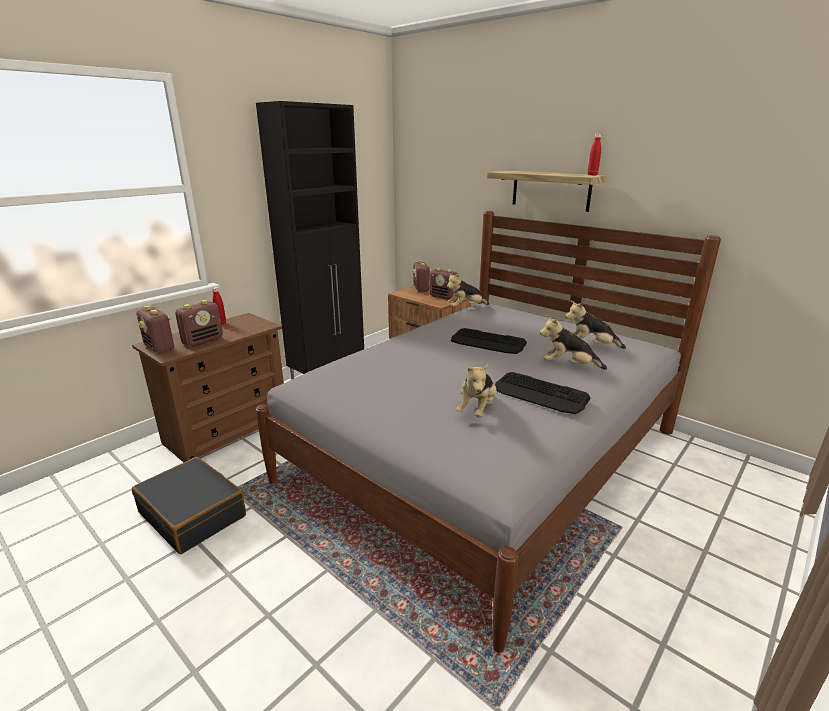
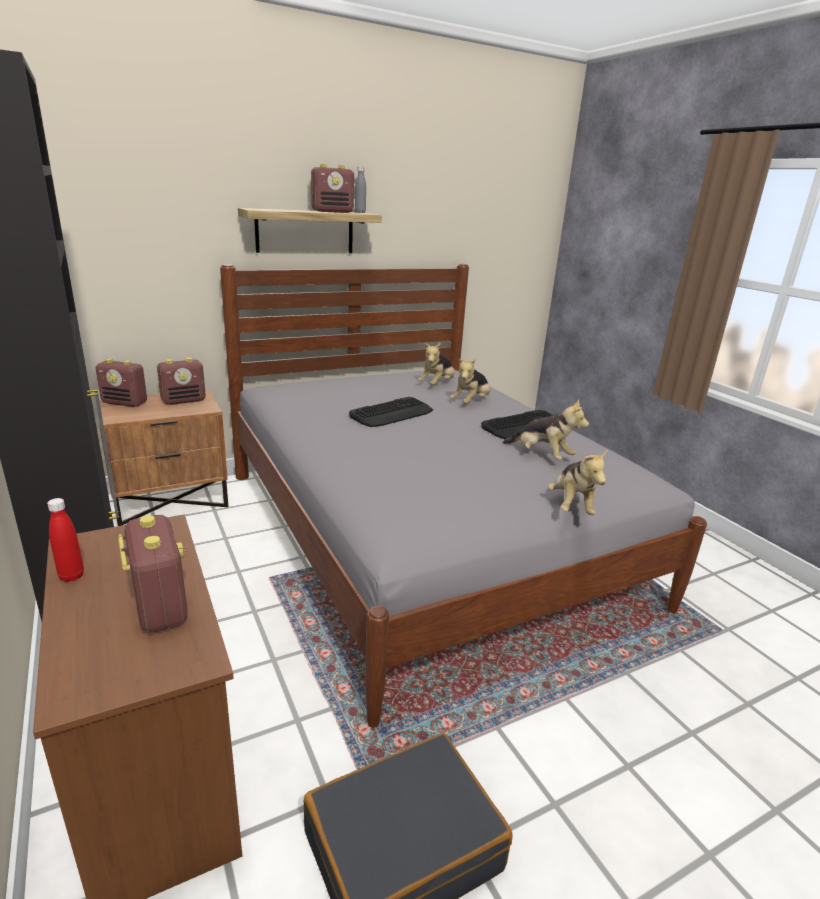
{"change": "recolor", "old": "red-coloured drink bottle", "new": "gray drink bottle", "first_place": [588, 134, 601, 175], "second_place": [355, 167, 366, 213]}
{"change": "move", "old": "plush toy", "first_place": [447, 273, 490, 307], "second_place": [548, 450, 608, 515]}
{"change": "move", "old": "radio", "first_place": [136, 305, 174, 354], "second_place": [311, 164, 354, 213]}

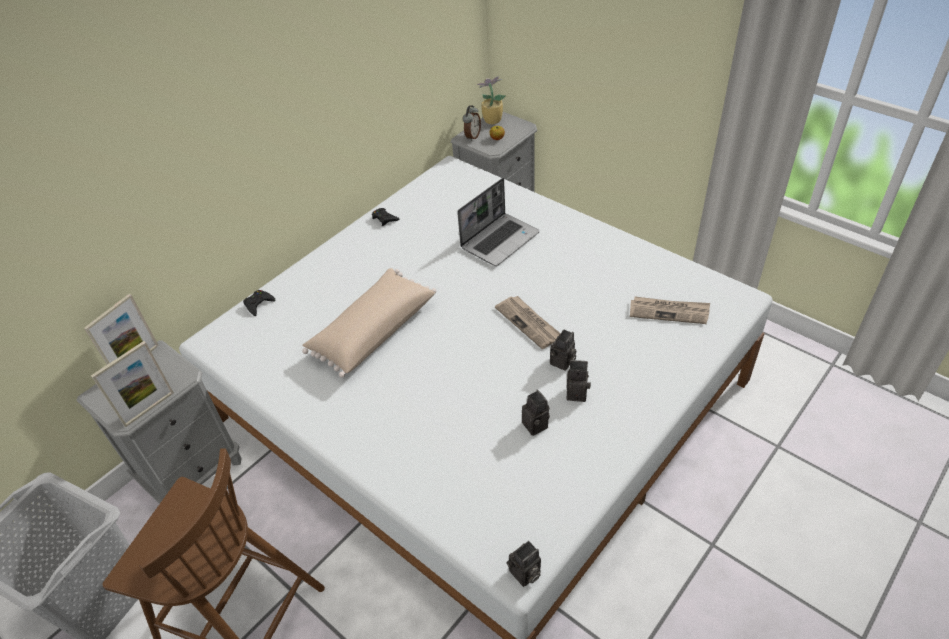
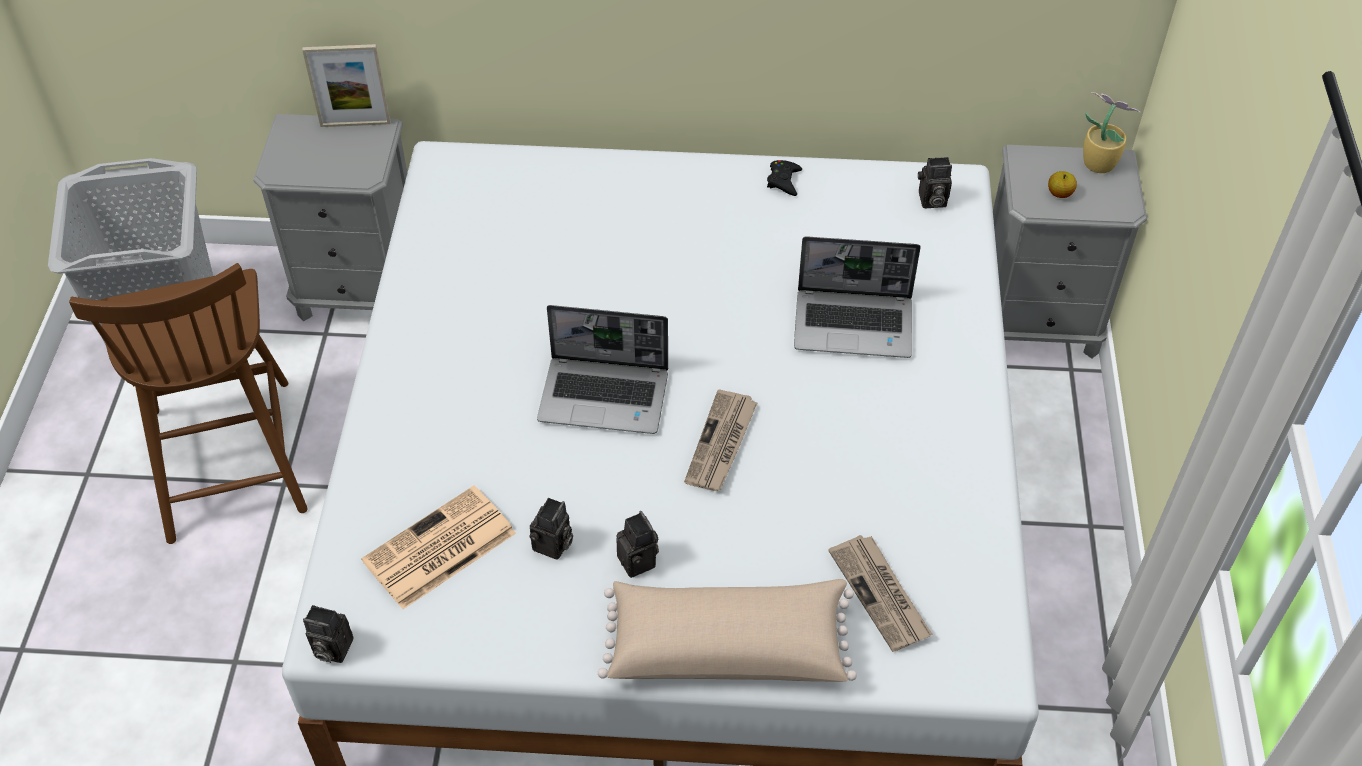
{"change": "delete", "old": "bedside clock", "first_place": [463, 105, 481, 142]}
{"change": "move", "old": "beige cushion", "first_place": [302, 268, 436, 378], "second_place": [598, 579, 857, 682]}
{"change": "delete", "old": "black-coloured gamepad", "first_place": [243, 290, 276, 316]}
{"change": "move", "old": "photo camera", "first_place": [550, 329, 576, 371], "second_place": [918, 157, 952, 208]}
{"change": "delete", "old": "photo frame", "first_place": [91, 341, 174, 427]}
{"change": "insert", "new": "laptop", "second_place": [537, 305, 668, 434]}
{"change": "insert", "new": "daily paper", "second_place": [361, 486, 516, 609]}

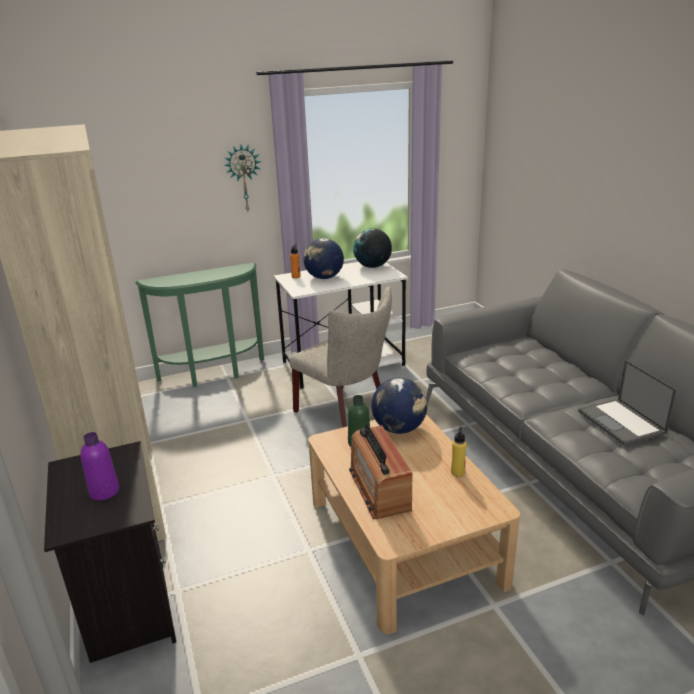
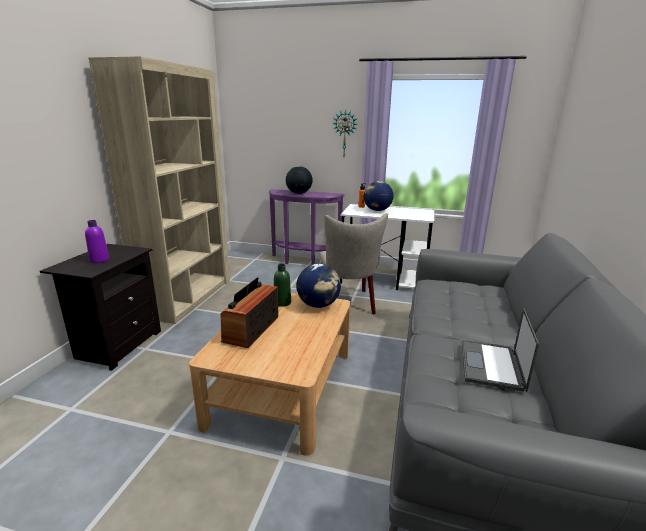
{"change": "move", "old": "globe", "first_place": [353, 228, 392, 268], "second_place": [286, 166, 313, 194]}
{"change": "recolor", "old": "green-coloured console table", "new": "purple console table", "first_place": [135, 262, 264, 387], "second_place": [269, 189, 345, 265]}
{"change": "delete", "old": "yellow-coloured drink bottle", "first_place": [451, 427, 467, 477]}

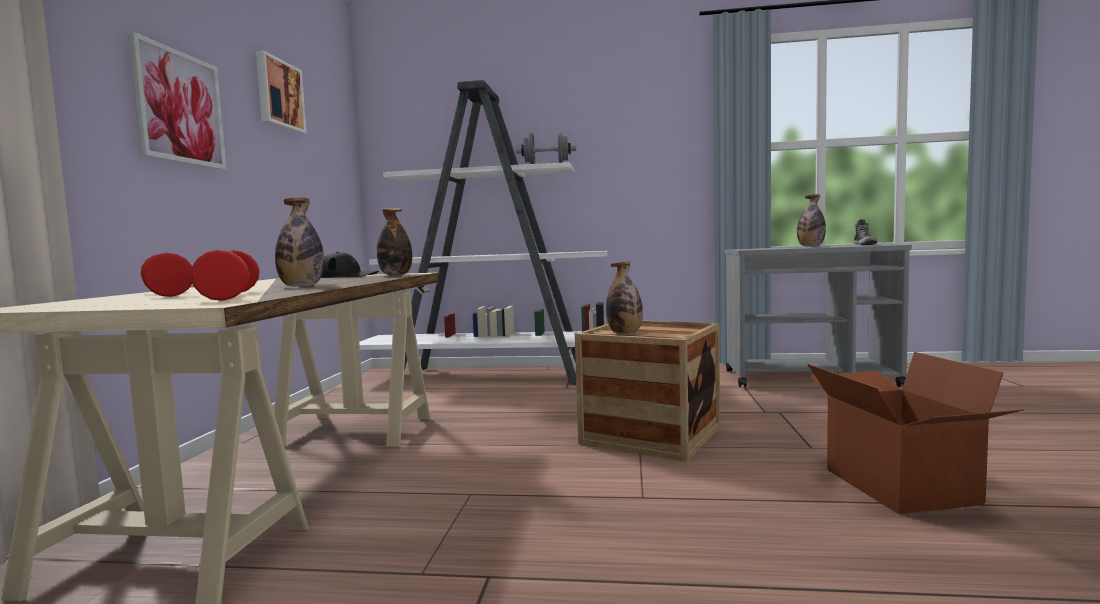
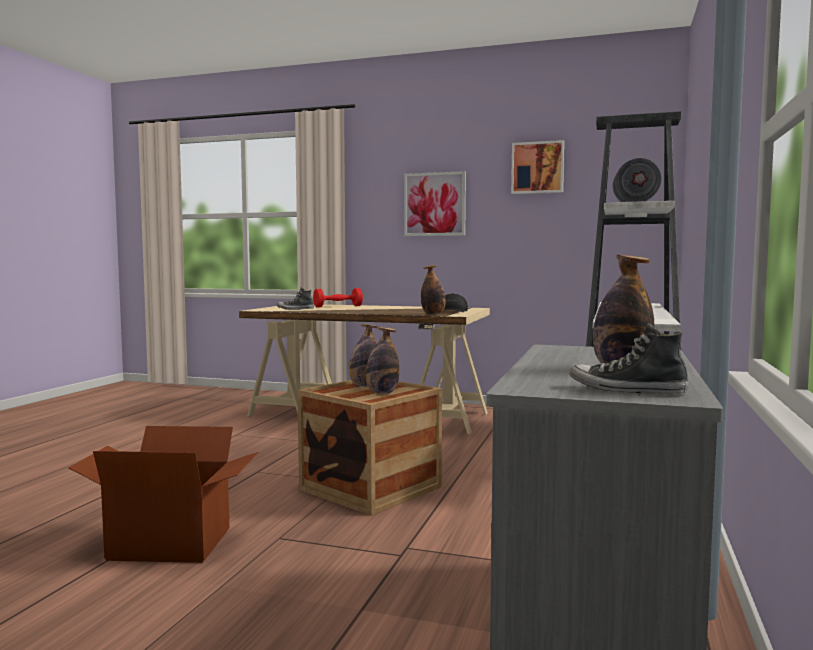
{"change": "move", "old": "drink bottle", "first_place": [275, 197, 324, 287], "second_place": [366, 327, 399, 394]}
{"change": "replace", "old": "red-coloured dumbbell", "new": "item of footwear", "first_place": [191, 250, 260, 301], "second_place": [277, 287, 314, 310]}

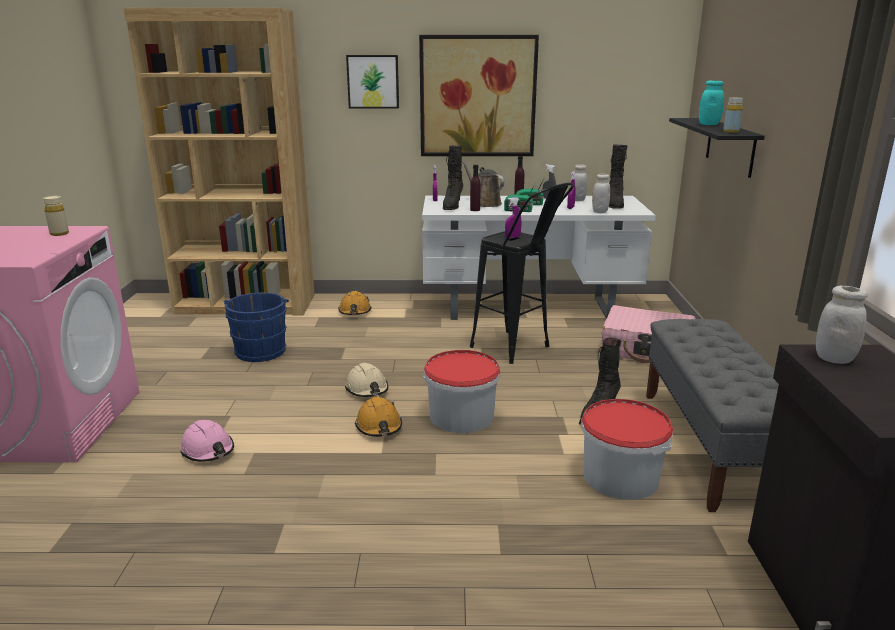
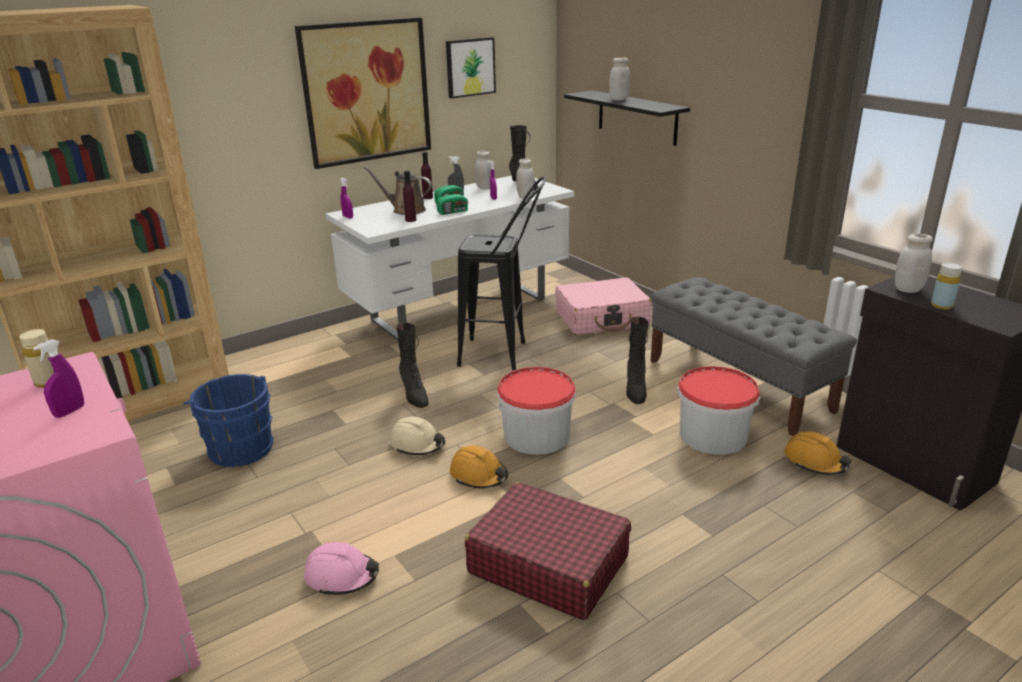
{"change": "move", "old": "wall art", "first_place": [346, 55, 399, 108], "second_place": [446, 37, 496, 98]}
{"change": "recolor", "old": "blue-green preserve jar", "new": "whitish preserve jar", "first_place": [699, 80, 724, 125], "second_place": [609, 58, 630, 100]}
{"change": "move", "old": "yellow-coloured drink bottle", "first_place": [723, 97, 743, 133], "second_place": [931, 262, 962, 310]}
{"change": "move", "old": "black-coloured high-top boot", "first_place": [443, 145, 463, 210], "second_place": [396, 322, 429, 408]}
{"change": "move", "old": "purple sprayer", "first_place": [505, 197, 521, 238], "second_place": [33, 339, 84, 418]}
{"change": "move", "old": "orangey work helmet", "first_place": [338, 291, 371, 315], "second_place": [784, 431, 851, 475]}
{"change": "insert", "new": "red-coloured piece of luggage", "second_place": [465, 482, 631, 620]}

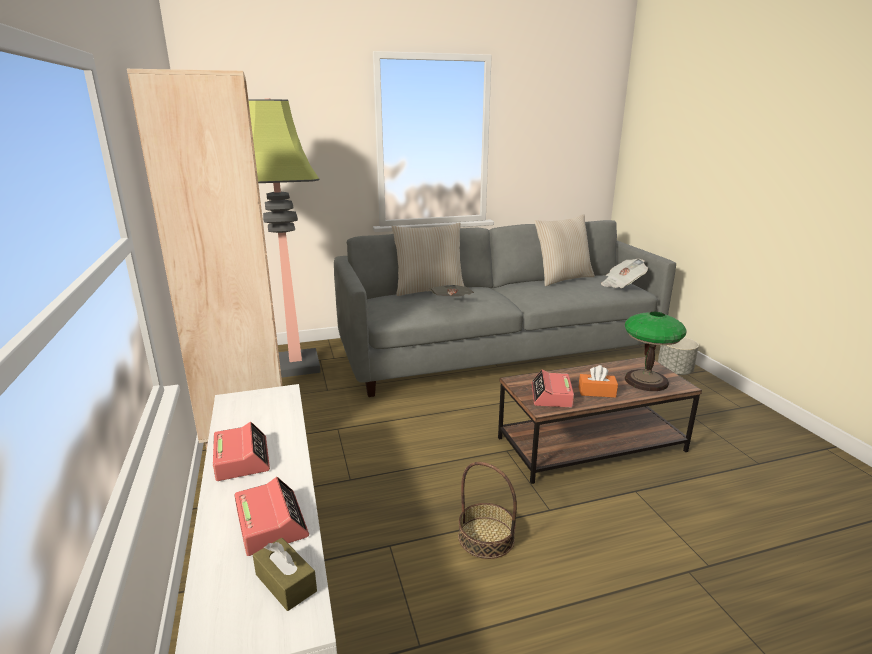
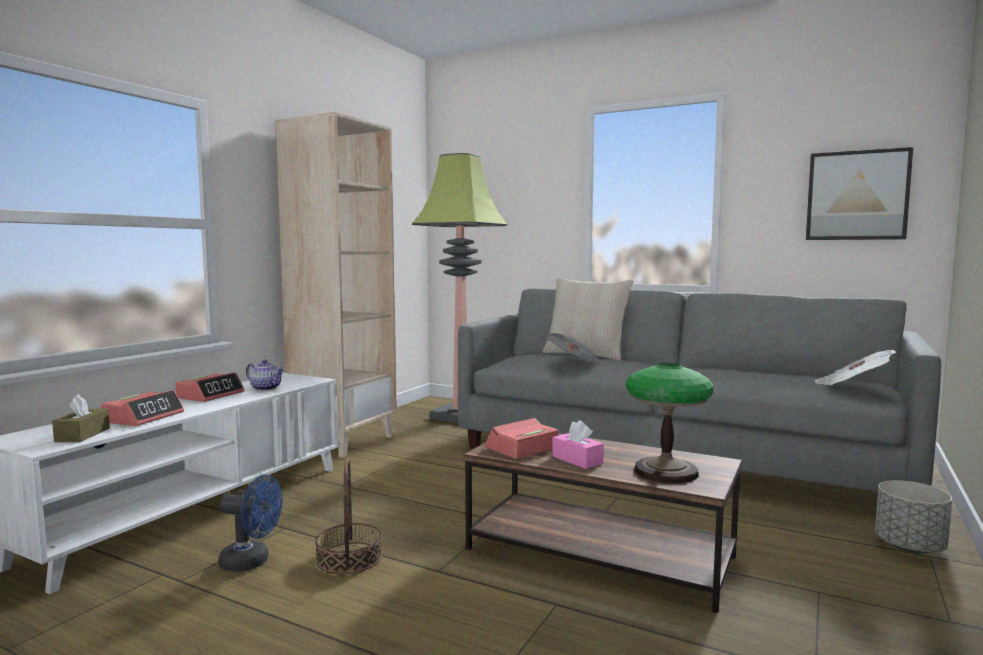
{"change": "delete", "old": "beige cushion", "first_place": [534, 214, 595, 286]}
{"change": "recolor", "old": "orangey tissue holder", "new": "pink-coloured tissue holder", "first_place": [579, 365, 618, 398], "second_place": [552, 420, 604, 469]}
{"change": "insert", "new": "wall art", "second_place": [806, 147, 913, 240]}
{"change": "insert", "new": "teapot", "second_place": [246, 360, 284, 391]}
{"change": "insert", "new": "blue-coloured electric fan", "second_place": [218, 475, 282, 572]}

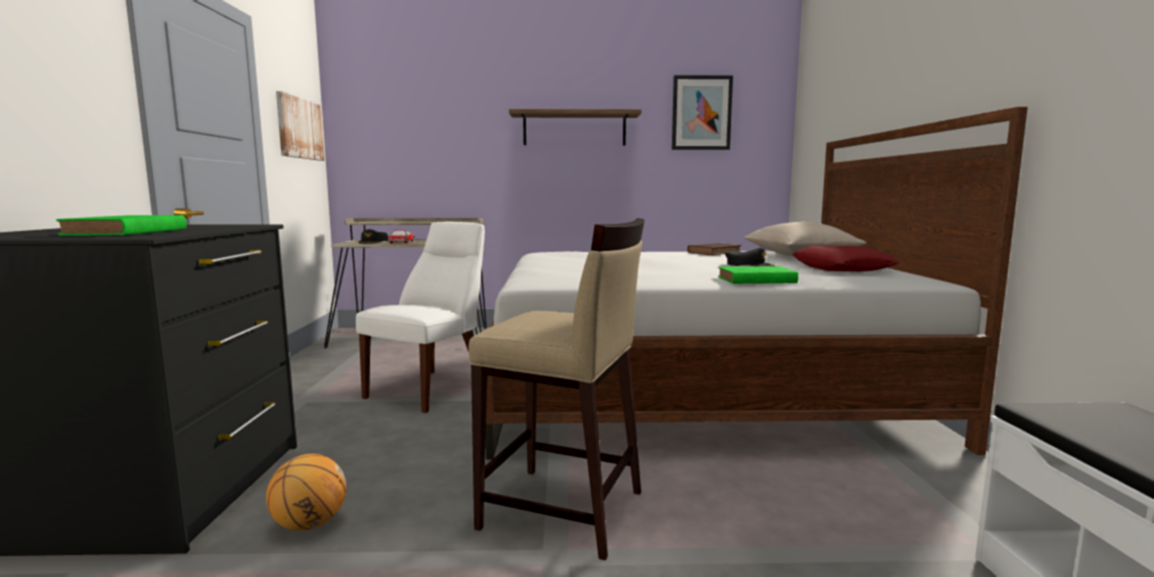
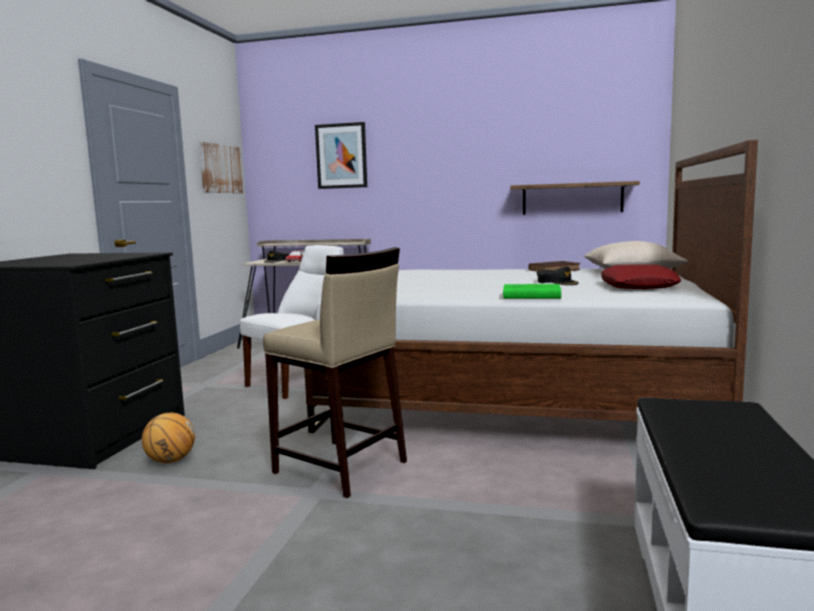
{"change": "move", "old": "wall art", "first_place": [672, 75, 733, 150], "second_place": [315, 122, 367, 189]}
{"change": "move", "old": "wall shelf", "first_place": [509, 109, 642, 146], "second_place": [510, 181, 640, 215]}
{"change": "delete", "old": "green-coloured bound book", "first_place": [56, 215, 187, 236]}

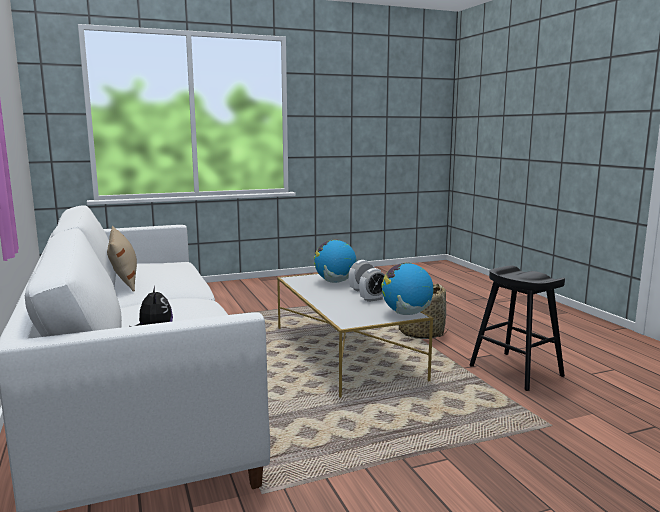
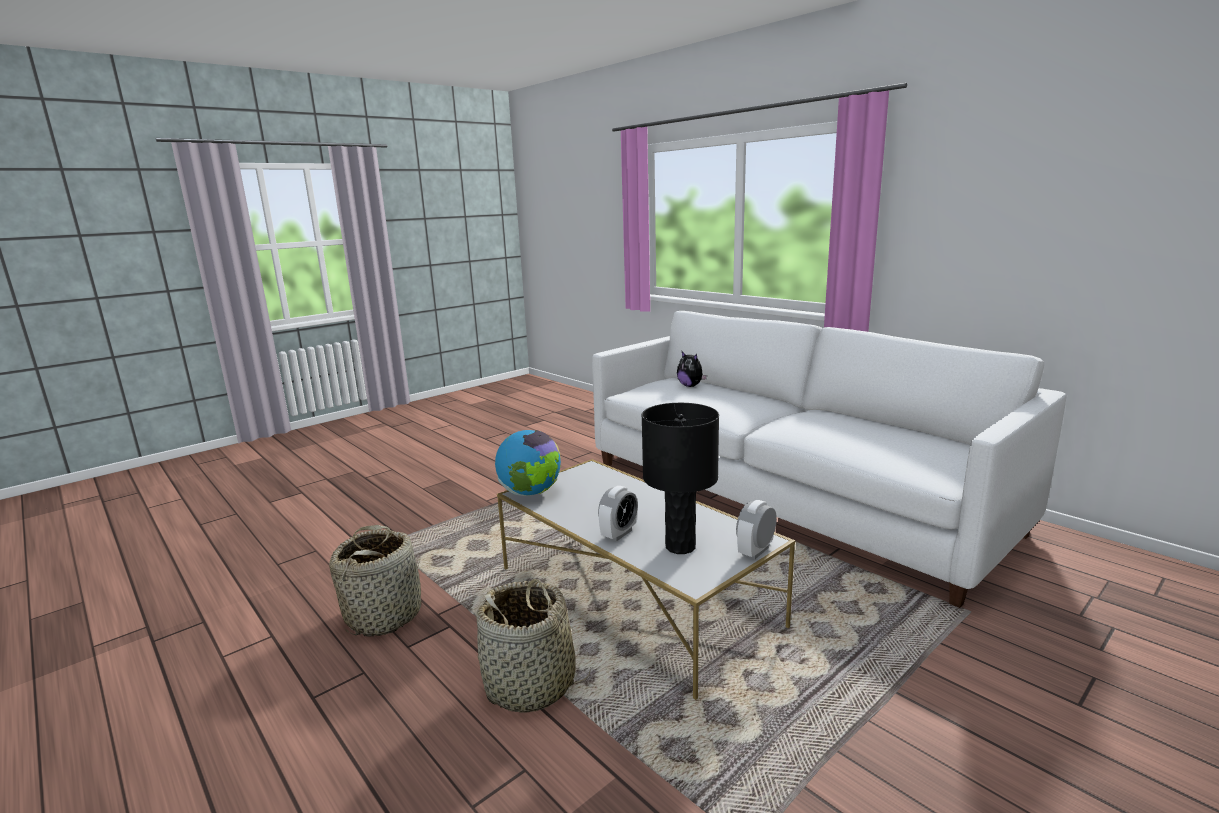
{"change": "delete", "old": "beige cushion", "first_place": [107, 226, 137, 292]}
{"change": "replace", "old": "globe", "new": "black-coloured tabletop lamp", "first_place": [314, 240, 356, 283], "second_place": [642, 403, 719, 554]}
{"change": "replace", "old": "black-coloured stool", "new": "household basket", "first_place": [470, 266, 565, 391], "second_place": [329, 525, 421, 637]}
{"change": "move", "old": "bedside clock", "first_place": [359, 268, 385, 302], "second_place": [736, 500, 777, 560]}

